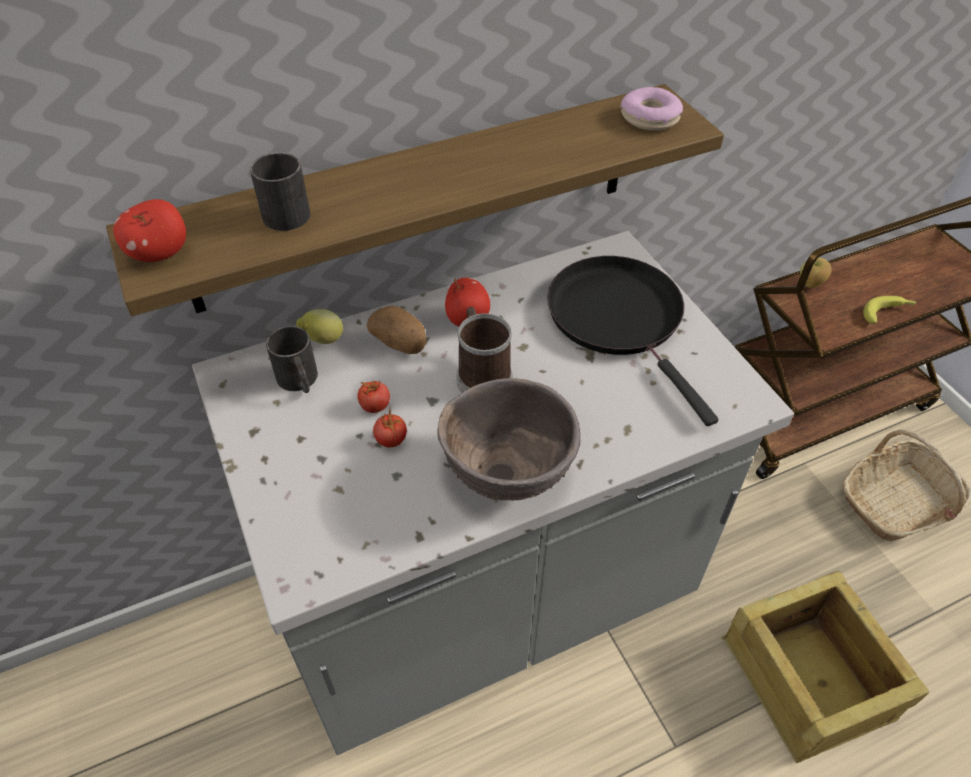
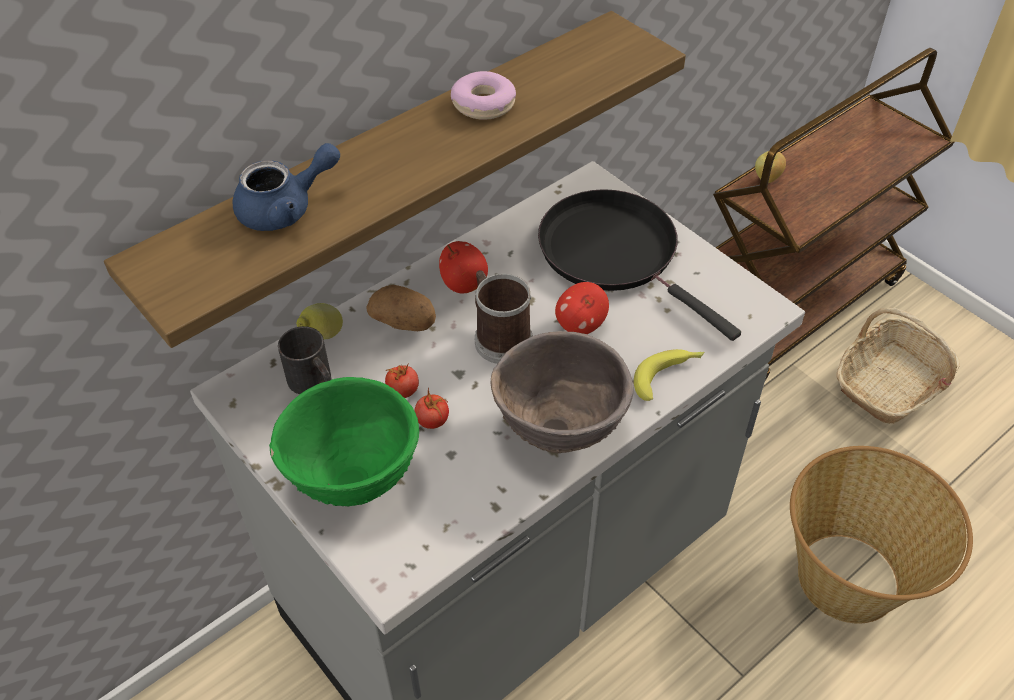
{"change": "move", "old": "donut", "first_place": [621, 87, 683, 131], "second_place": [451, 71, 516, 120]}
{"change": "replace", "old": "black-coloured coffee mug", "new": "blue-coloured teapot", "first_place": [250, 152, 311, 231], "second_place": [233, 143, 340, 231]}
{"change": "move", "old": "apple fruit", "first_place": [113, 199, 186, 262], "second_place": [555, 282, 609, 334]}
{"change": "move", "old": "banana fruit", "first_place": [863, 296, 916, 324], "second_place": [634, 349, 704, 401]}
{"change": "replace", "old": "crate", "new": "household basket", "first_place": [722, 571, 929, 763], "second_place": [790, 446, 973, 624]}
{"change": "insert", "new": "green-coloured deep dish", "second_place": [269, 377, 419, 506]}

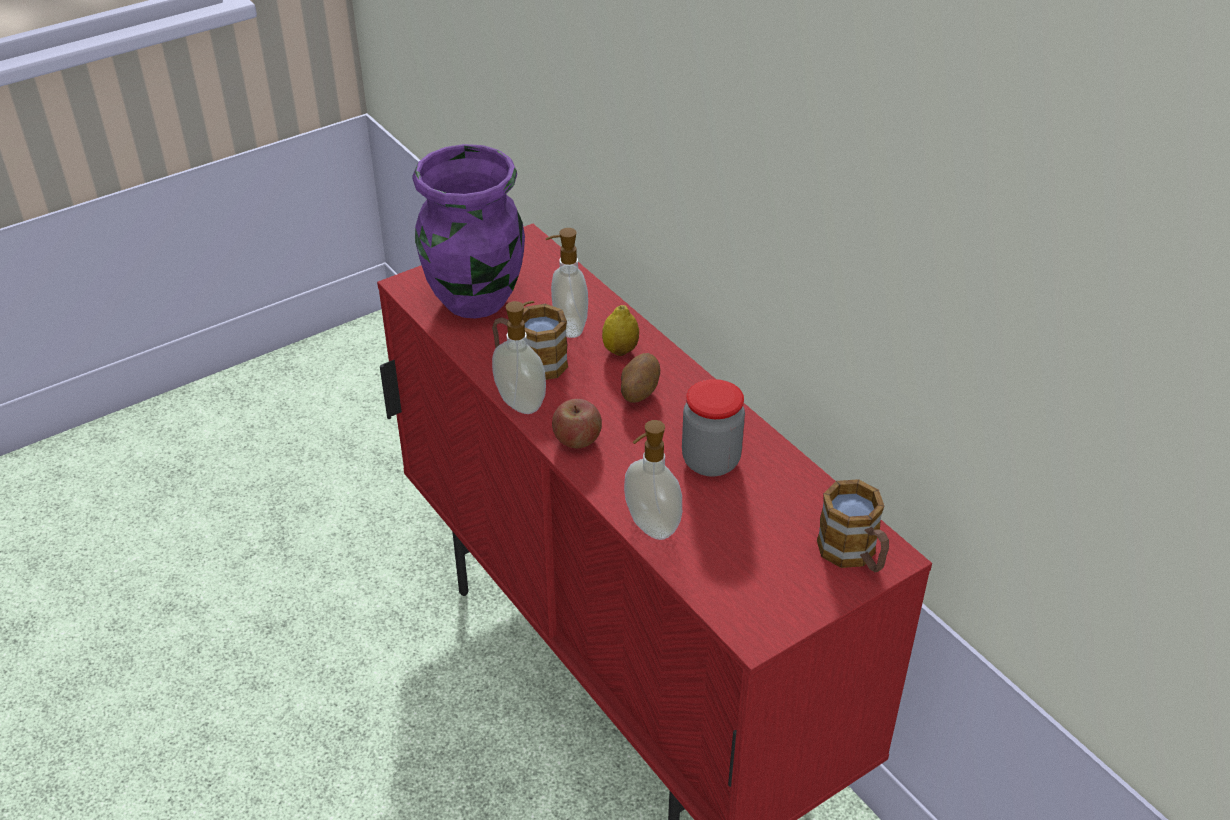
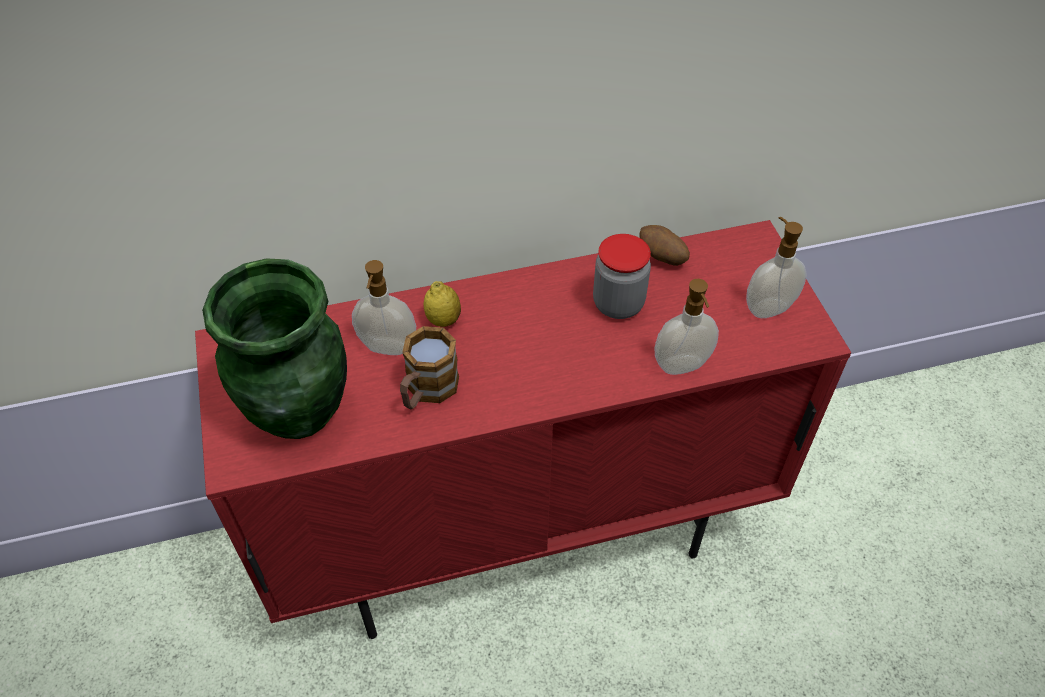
{"change": "recolor", "old": "purple vase", "new": "green-coloured vase", "first_place": [413, 144, 525, 319], "second_place": [202, 258, 347, 439]}
{"change": "move", "old": "soap bottle", "first_place": [492, 301, 546, 414], "second_place": [746, 217, 807, 318]}
{"change": "move", "old": "spud", "first_place": [621, 353, 660, 403], "second_place": [639, 225, 690, 266]}
{"change": "delete", "old": "apple fruit", "first_place": [552, 399, 602, 448]}
{"change": "delete", "old": "coffee mug", "first_place": [817, 479, 889, 572]}

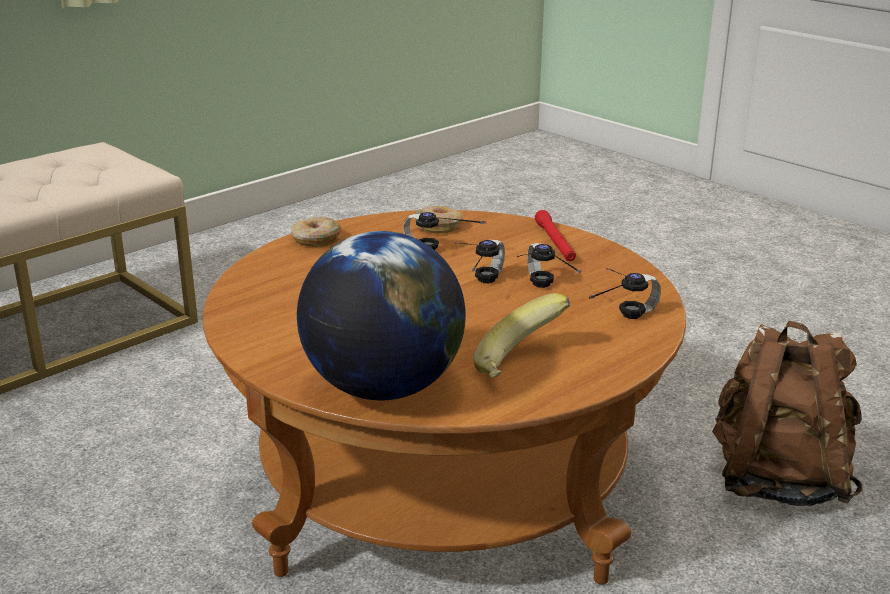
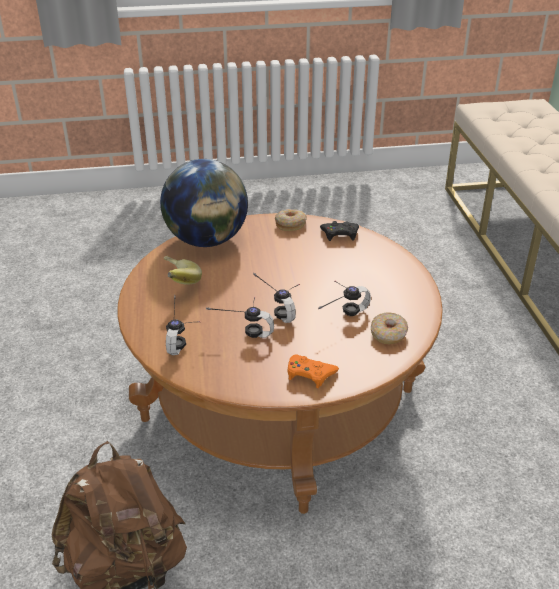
{"change": "replace", "old": "red-coloured hand torch", "new": "orangey gamepad", "first_place": [535, 210, 576, 261], "second_place": [288, 355, 339, 388]}
{"change": "move", "old": "donut", "first_place": [291, 217, 341, 247], "second_place": [275, 209, 307, 231]}
{"change": "insert", "new": "black-coloured gamepad", "second_place": [320, 221, 359, 241]}

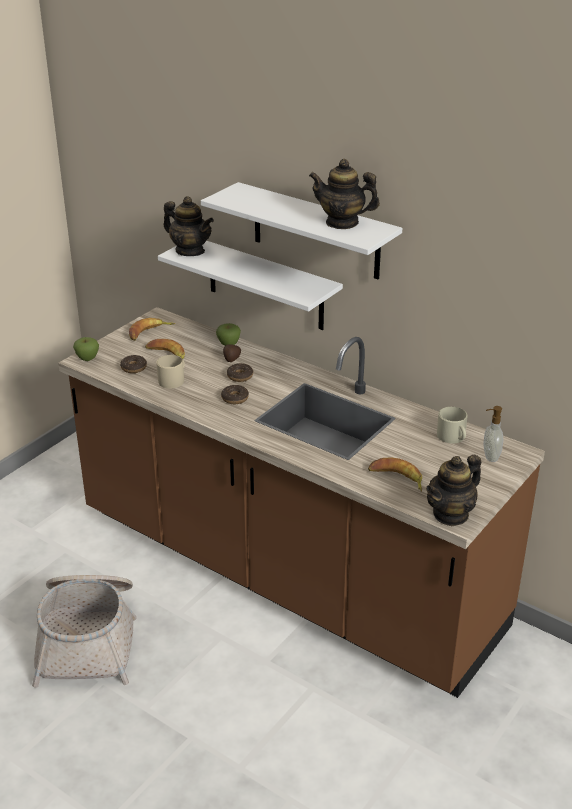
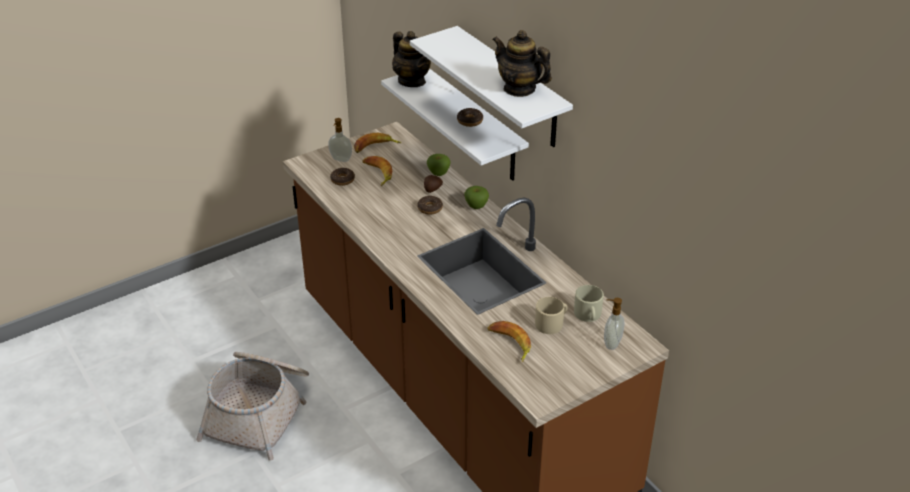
{"change": "move", "old": "apple fruit", "first_place": [73, 337, 99, 361], "second_place": [464, 186, 489, 209]}
{"change": "move", "old": "beige coffee mug", "first_place": [156, 355, 185, 388], "second_place": [535, 297, 568, 334]}
{"change": "move", "old": "donut", "first_place": [221, 385, 249, 404], "second_place": [457, 108, 483, 127]}
{"change": "delete", "old": "teapot", "first_place": [426, 454, 481, 526]}
{"change": "insert", "new": "soap bottle", "second_place": [328, 118, 352, 162]}

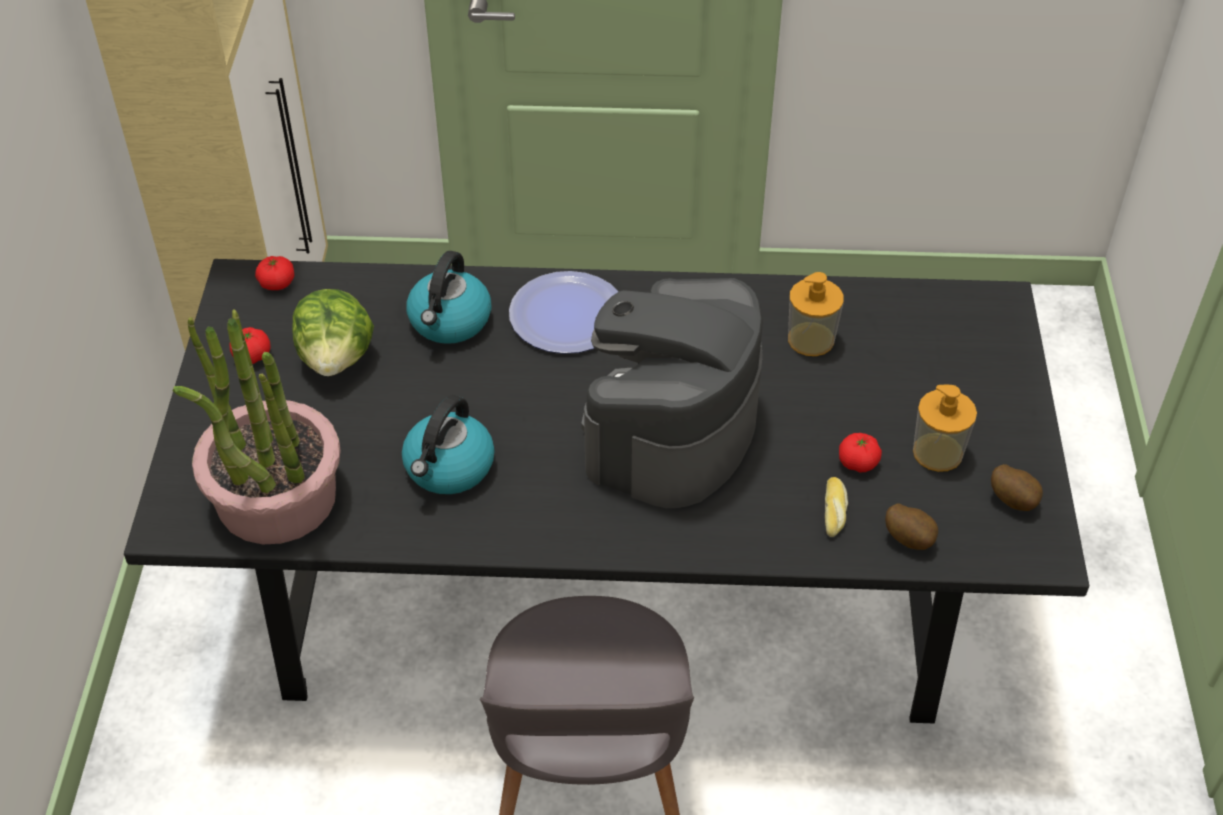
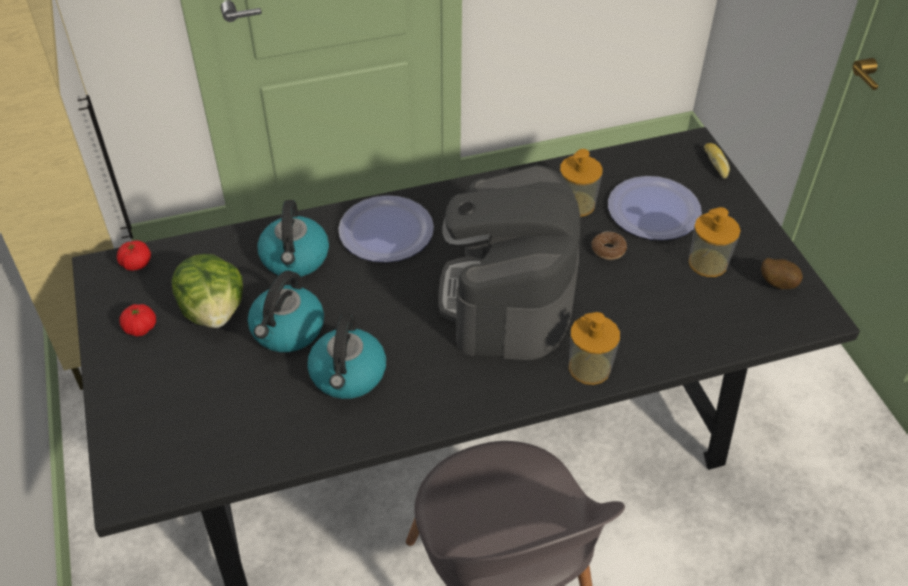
{"change": "delete", "old": "plant in a pot", "first_place": [173, 310, 340, 544]}
{"change": "delete", "old": "whole tomato", "first_place": [839, 433, 882, 472]}
{"change": "move", "old": "baked bread", "first_place": [825, 477, 848, 537], "second_place": [704, 143, 730, 179]}
{"change": "delete", "old": "spud", "first_place": [885, 504, 938, 550]}
{"change": "insert", "new": "dinner plate", "second_place": [608, 176, 702, 240]}
{"change": "insert", "new": "donut", "second_place": [591, 232, 627, 260]}
{"change": "insert", "new": "water kettle", "second_place": [248, 270, 324, 352]}
{"change": "insert", "new": "soap bottle", "second_place": [569, 312, 620, 385]}

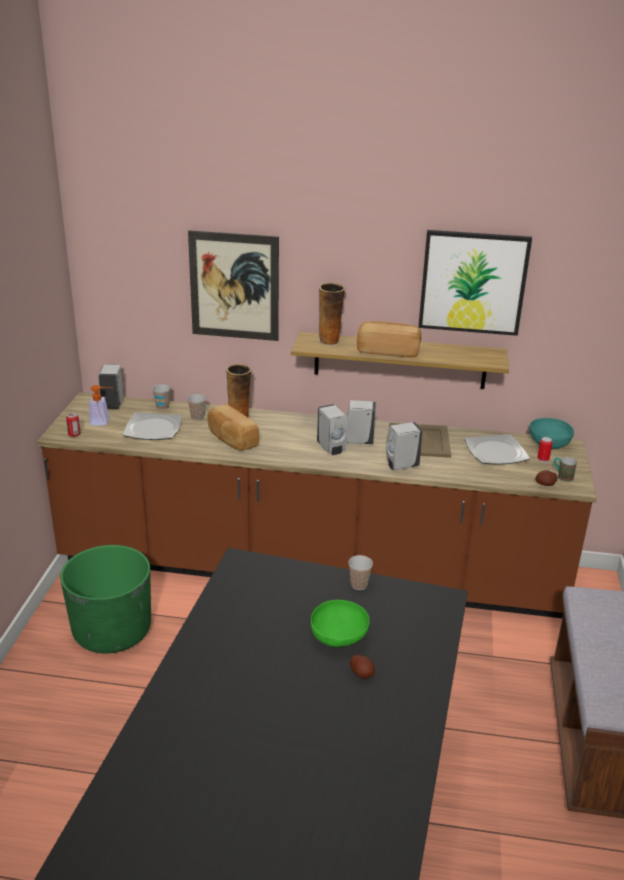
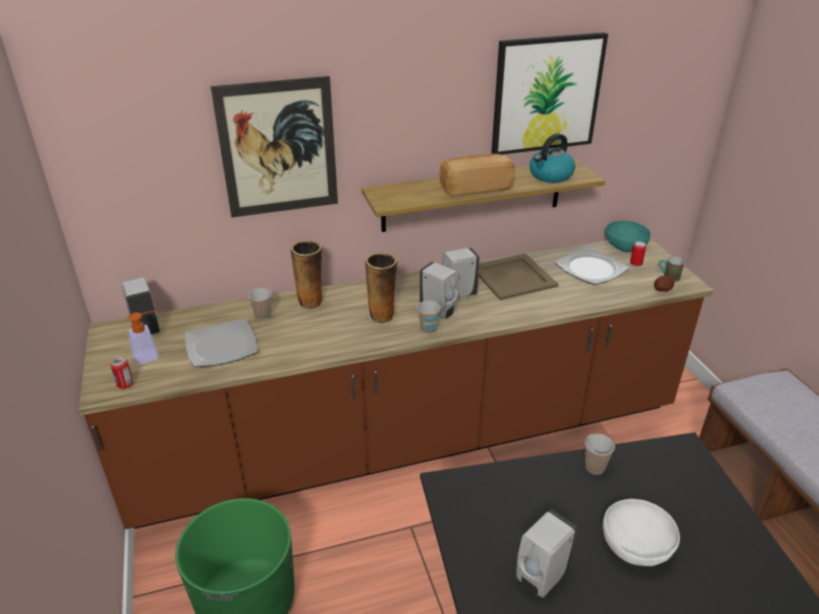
{"change": "move", "old": "vase", "first_place": [318, 283, 345, 346], "second_place": [365, 252, 398, 324]}
{"change": "move", "old": "cup", "first_place": [152, 384, 171, 410], "second_place": [417, 300, 441, 334]}
{"change": "delete", "old": "baked bread", "first_place": [207, 404, 259, 451]}
{"change": "move", "old": "whitish soap bottle", "first_place": [386, 422, 423, 470], "second_place": [516, 509, 577, 598]}
{"change": "recolor", "old": "green-coloured deep dish", "new": "whitish deep dish", "first_place": [311, 600, 370, 647], "second_place": [603, 499, 680, 566]}
{"change": "delete", "old": "spud", "first_place": [350, 655, 375, 679]}
{"change": "insert", "new": "water kettle", "second_place": [530, 133, 575, 183]}

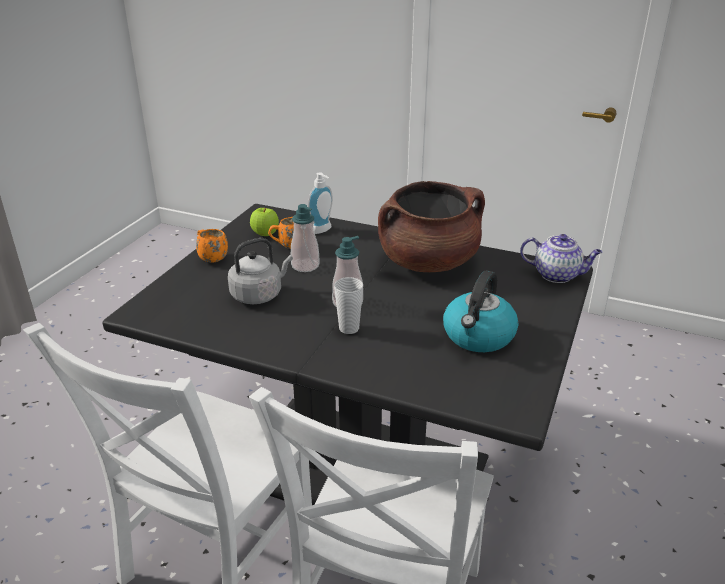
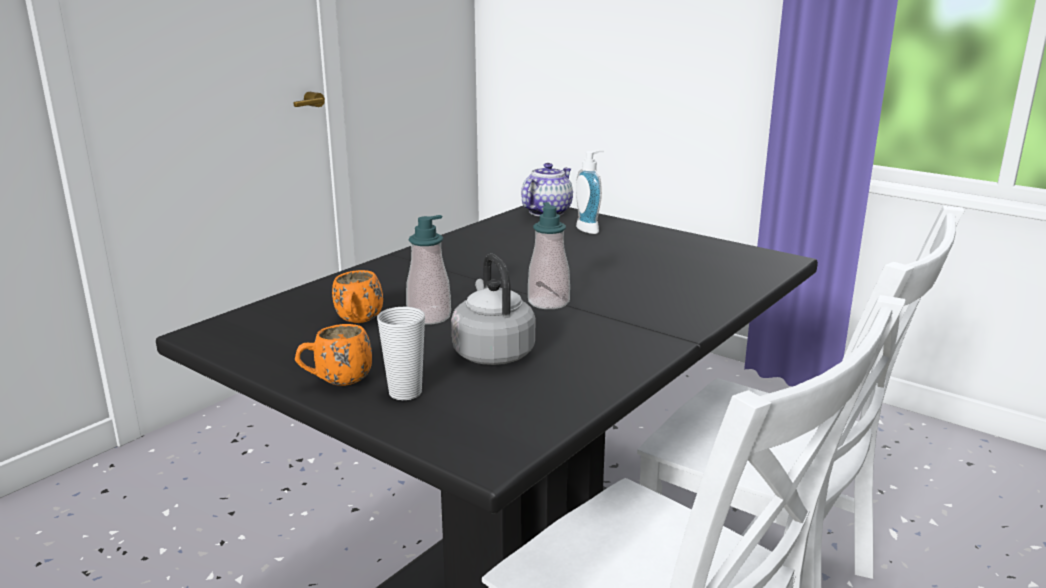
{"change": "move", "old": "soap bottle", "first_place": [308, 172, 333, 234], "second_place": [576, 150, 604, 234]}
{"change": "delete", "old": "brownish cooking pot", "first_place": [378, 181, 485, 272]}
{"change": "delete", "old": "apple fruit", "first_place": [250, 208, 279, 236]}
{"change": "delete", "old": "water kettle", "first_place": [443, 271, 518, 352]}
{"change": "move", "old": "cup", "first_place": [334, 277, 363, 334], "second_place": [377, 306, 425, 400]}

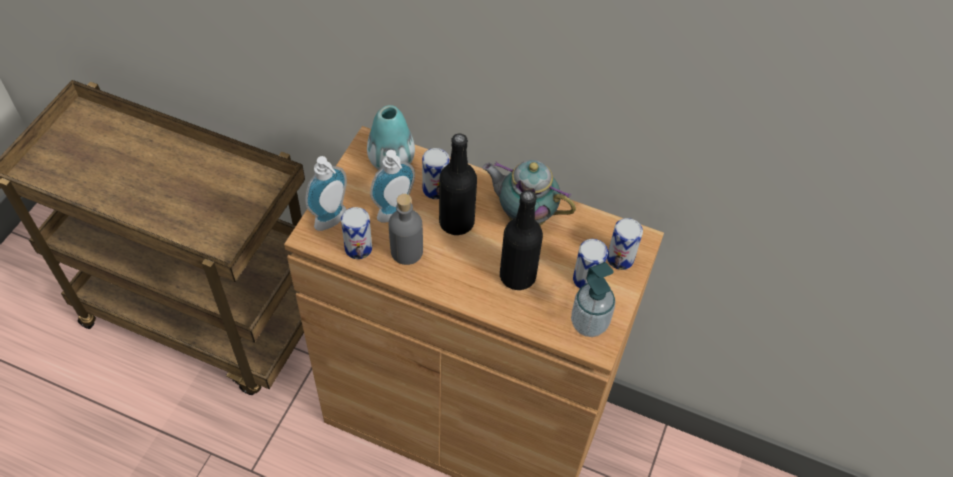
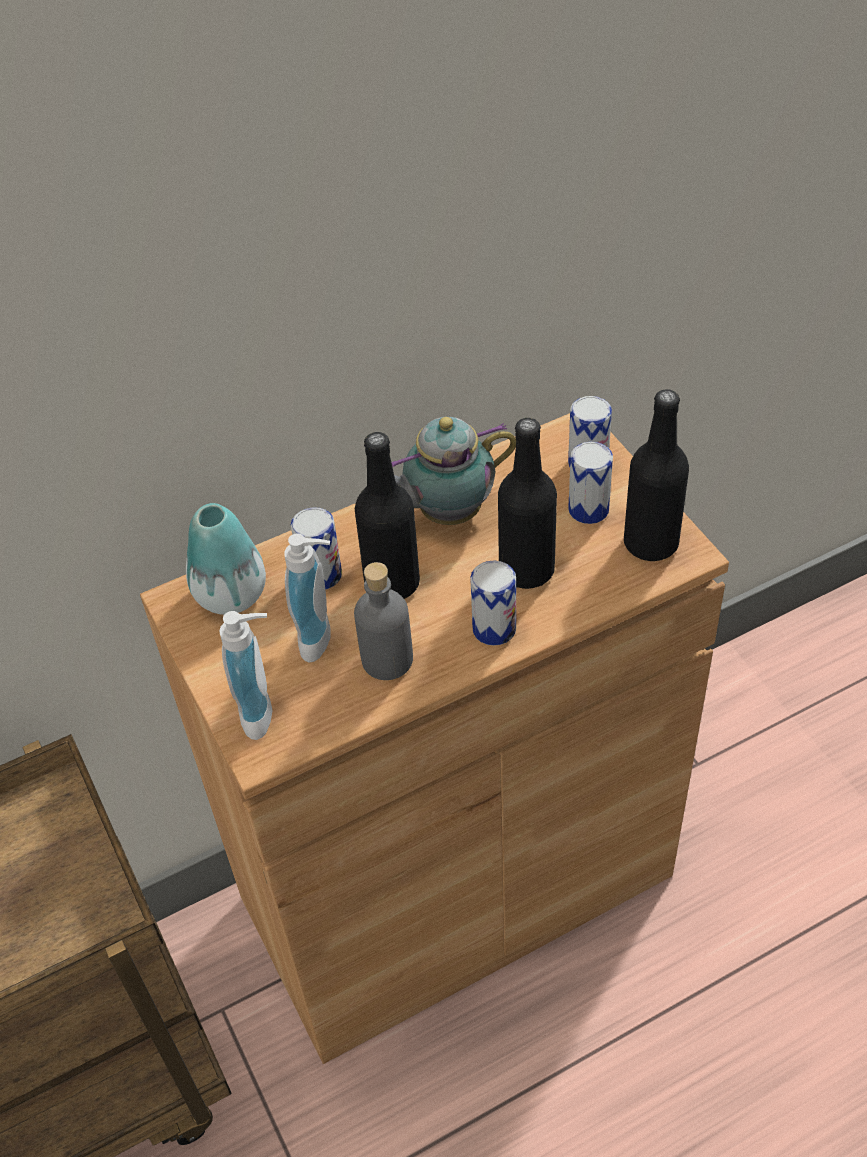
{"change": "move", "old": "sealed can", "first_place": [341, 207, 372, 259], "second_place": [470, 560, 516, 646]}
{"change": "replace", "old": "soap bottle", "new": "black-coloured drink bottle", "first_place": [571, 262, 615, 337], "second_place": [624, 389, 689, 561]}

